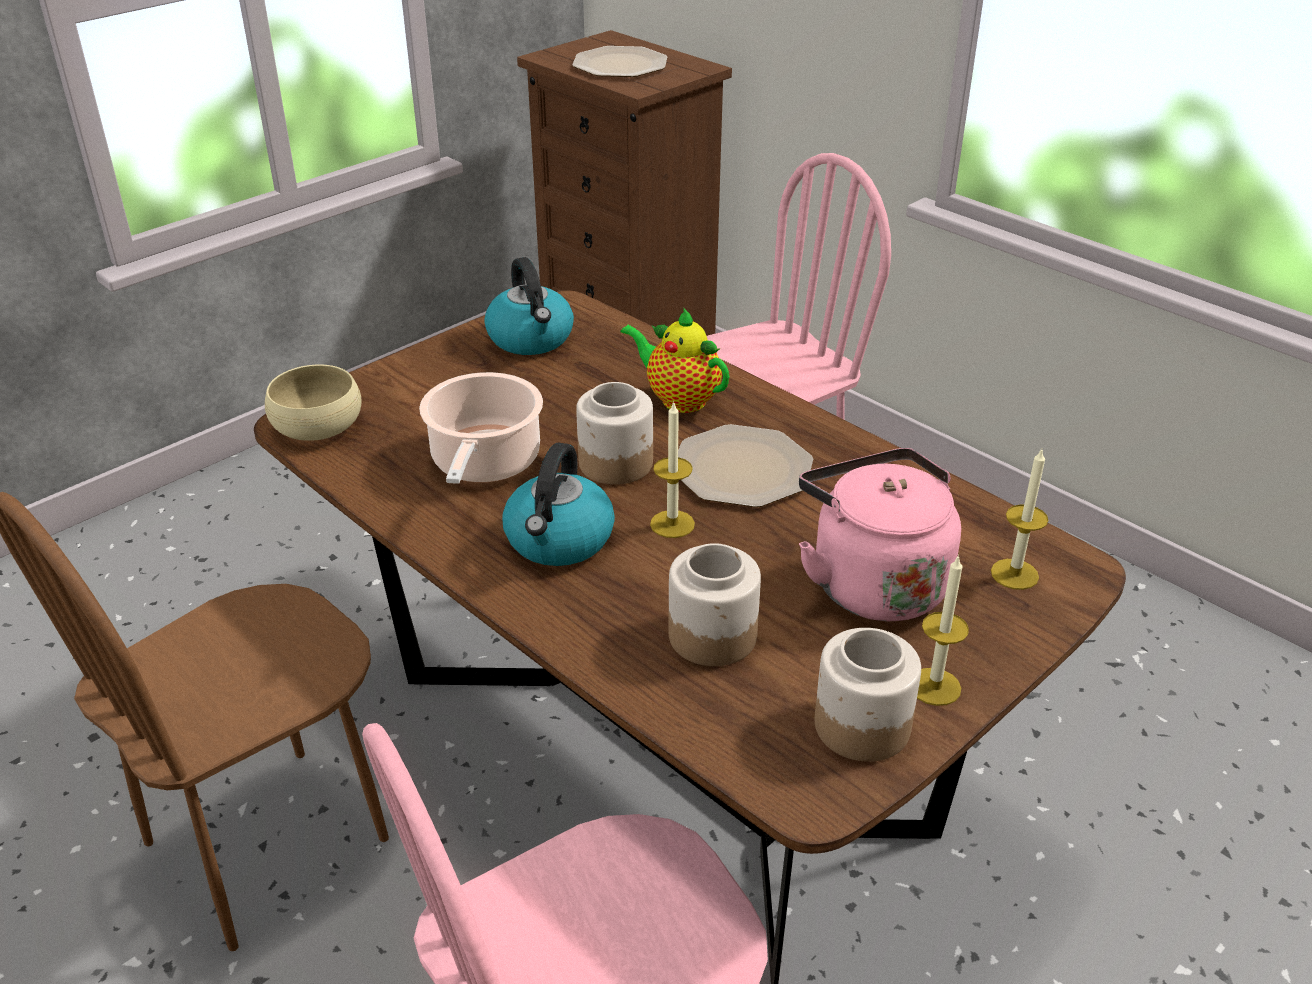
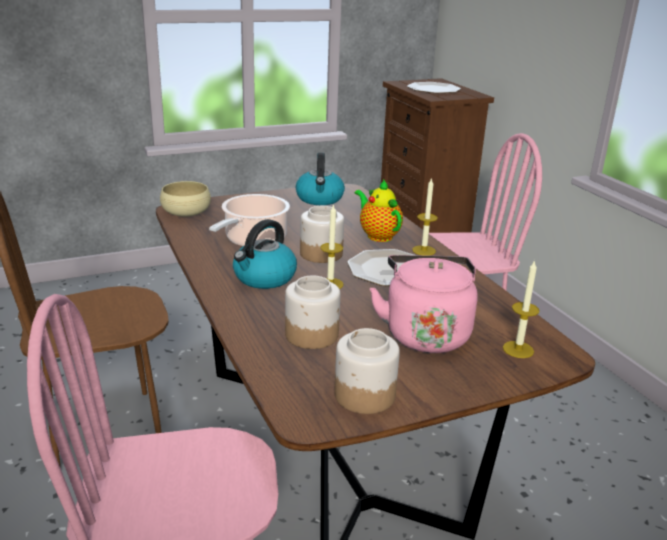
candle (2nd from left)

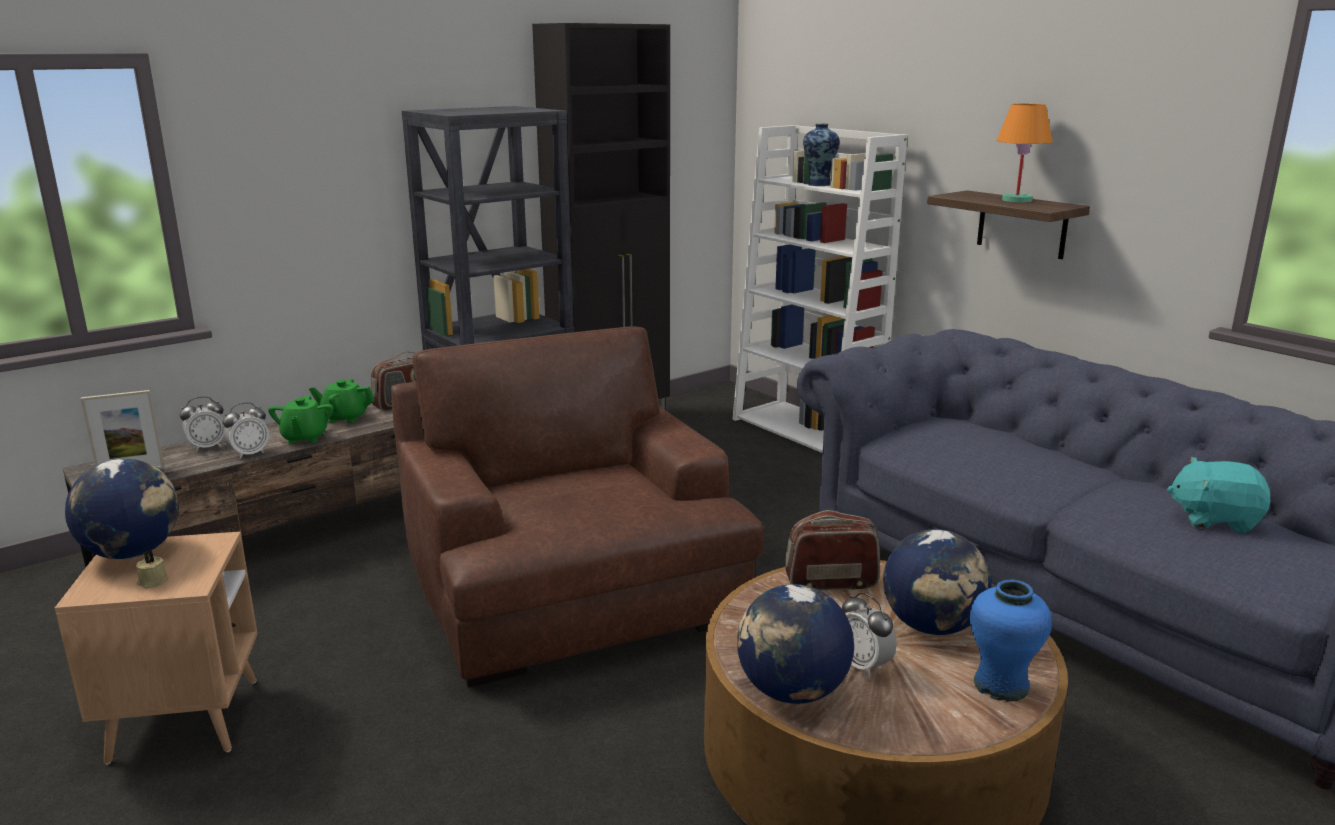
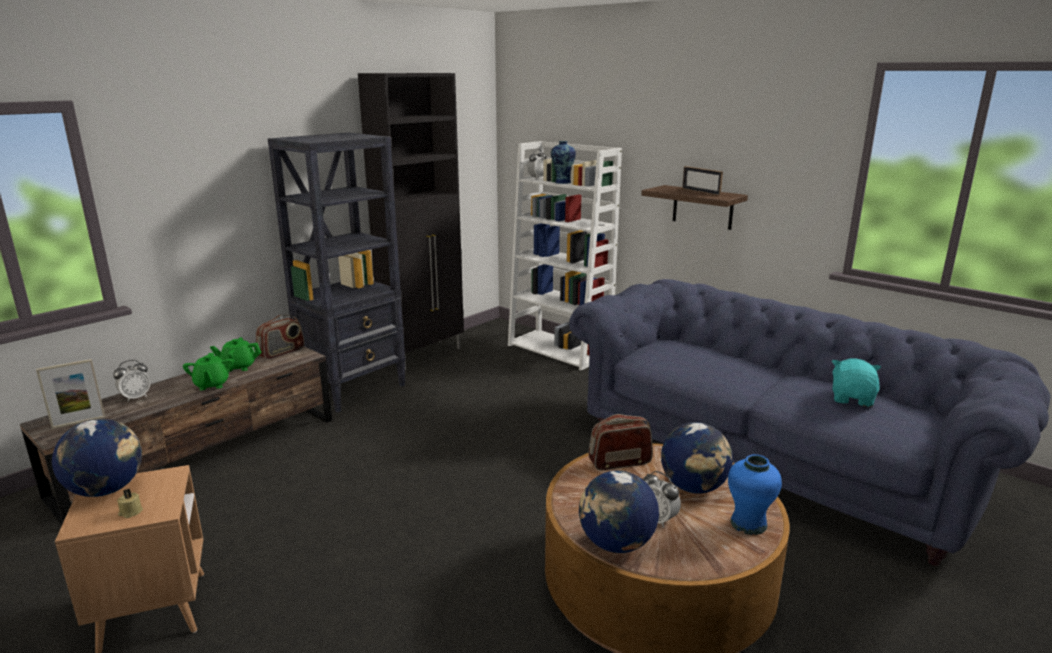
alarm clock (2nd from left)
picture frame (2nd from left)
turquoise plush toy
brown armchair

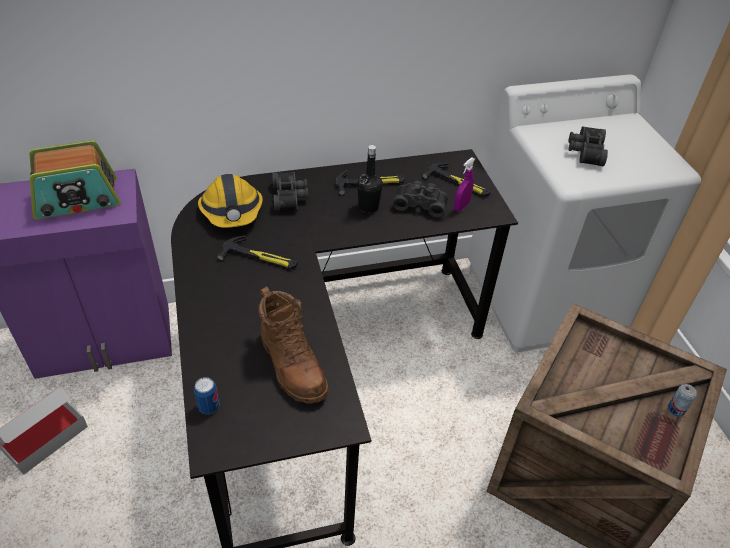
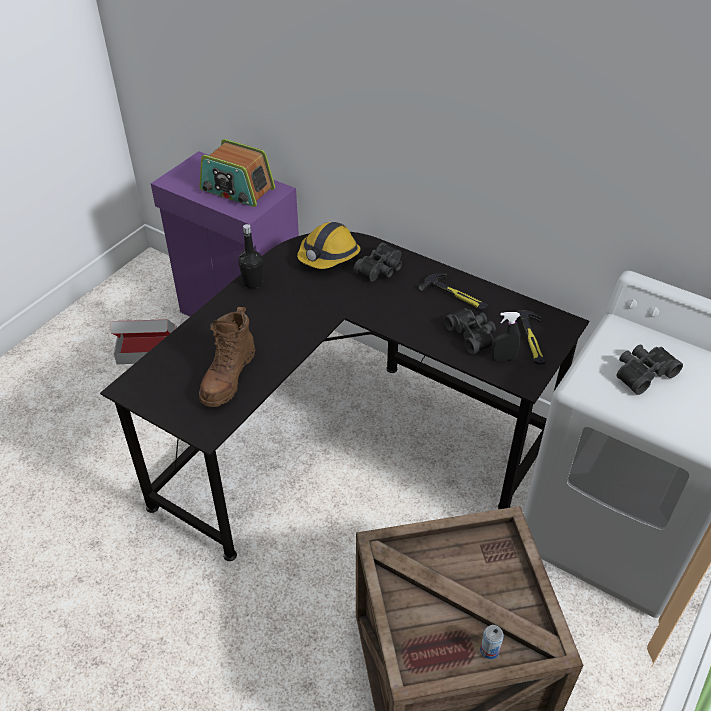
black bottle
black spray bottle
can (1st from left in the first image)
hammer (1st from left in the first image)

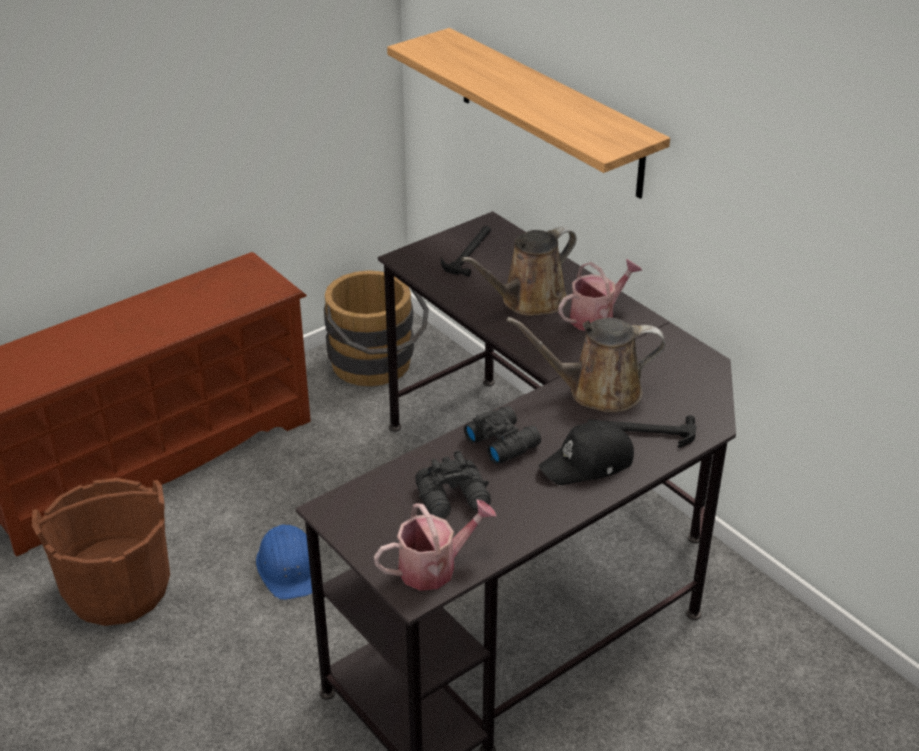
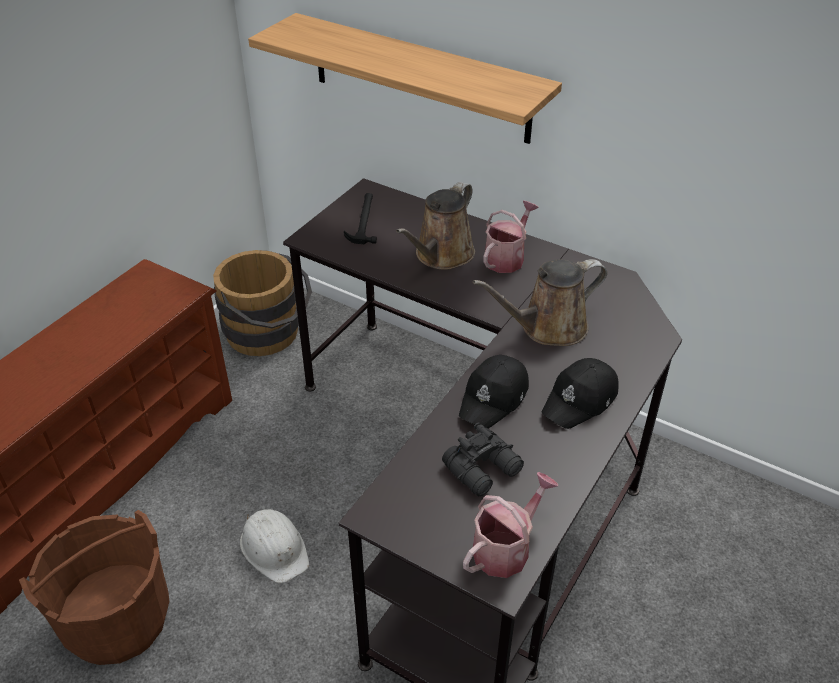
white hard hat
black cap (1st from left)
hammer (2nd from left in the first image)

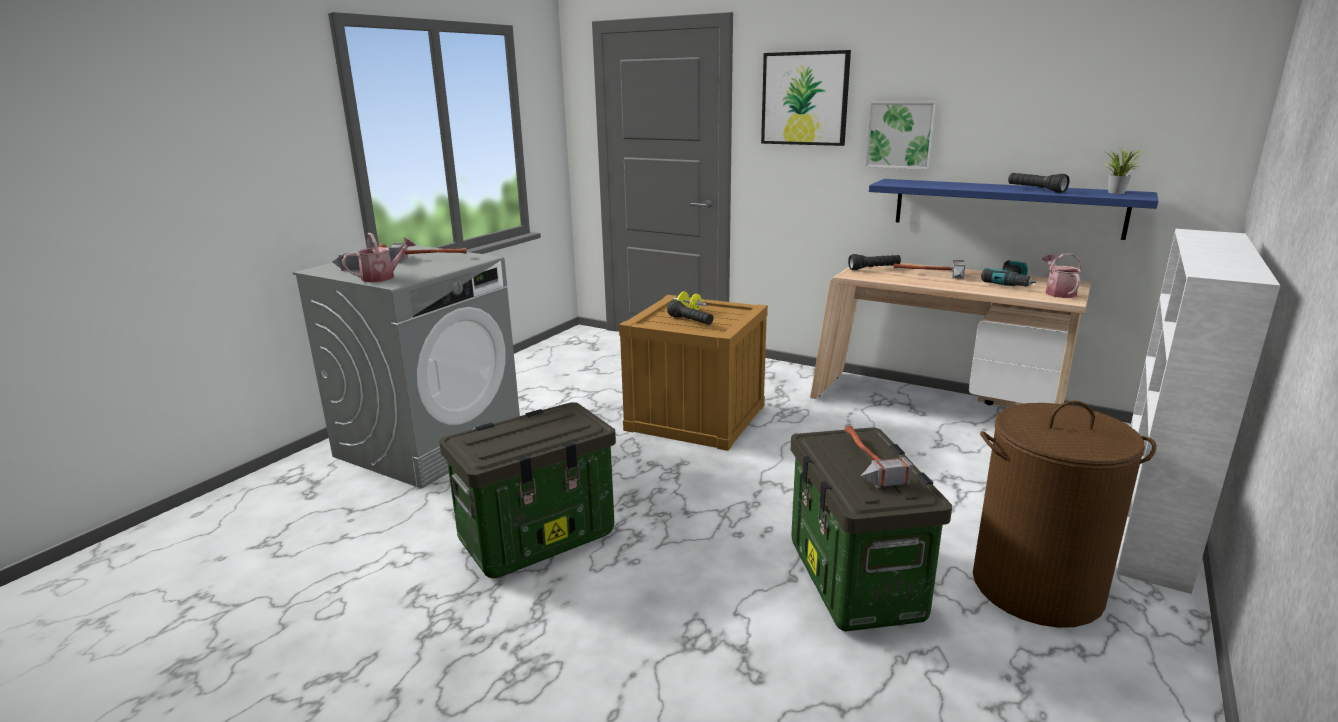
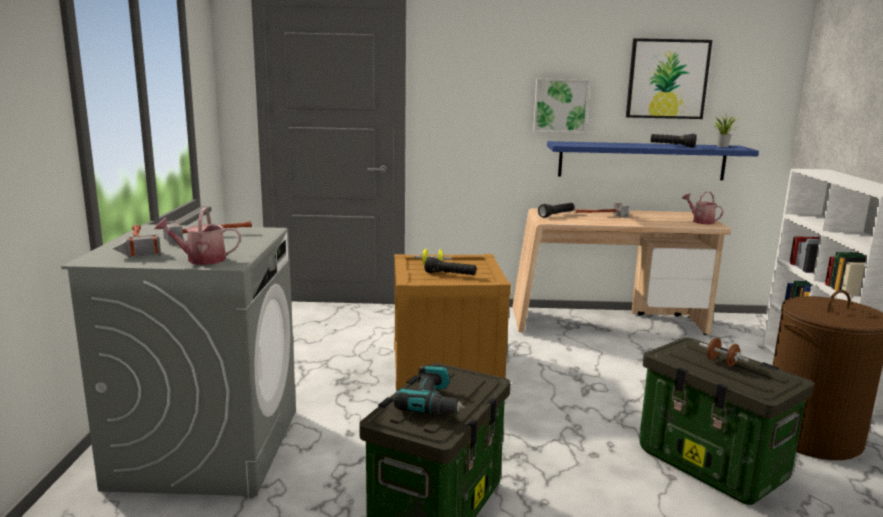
watering can (1st from left)
power drill
picture (2nd from left)
brown dumbbell

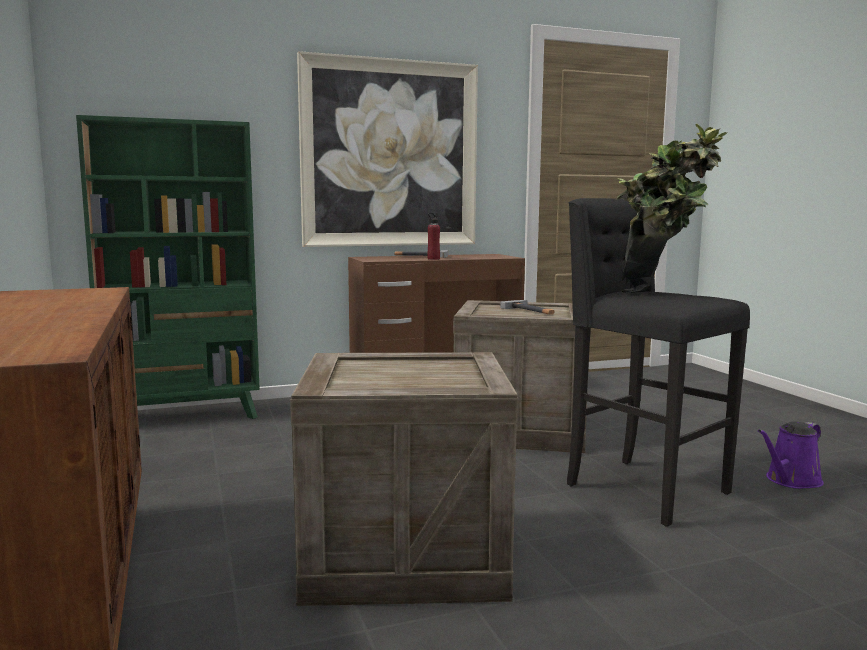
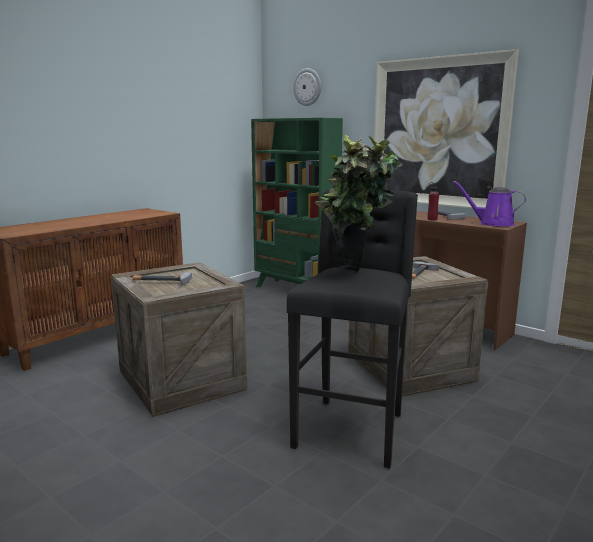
hammer (1st from left)
wall clock
purple watering can

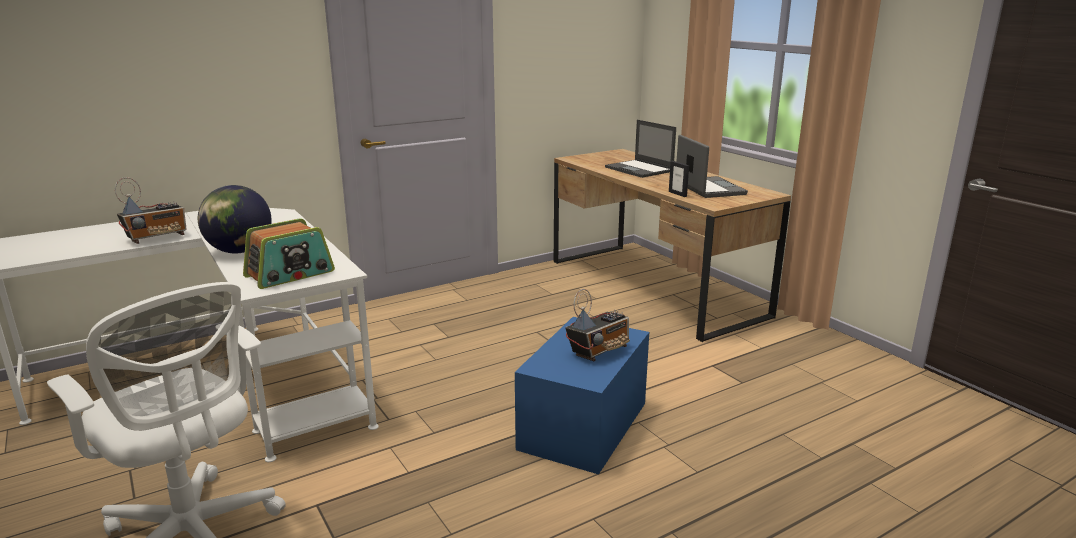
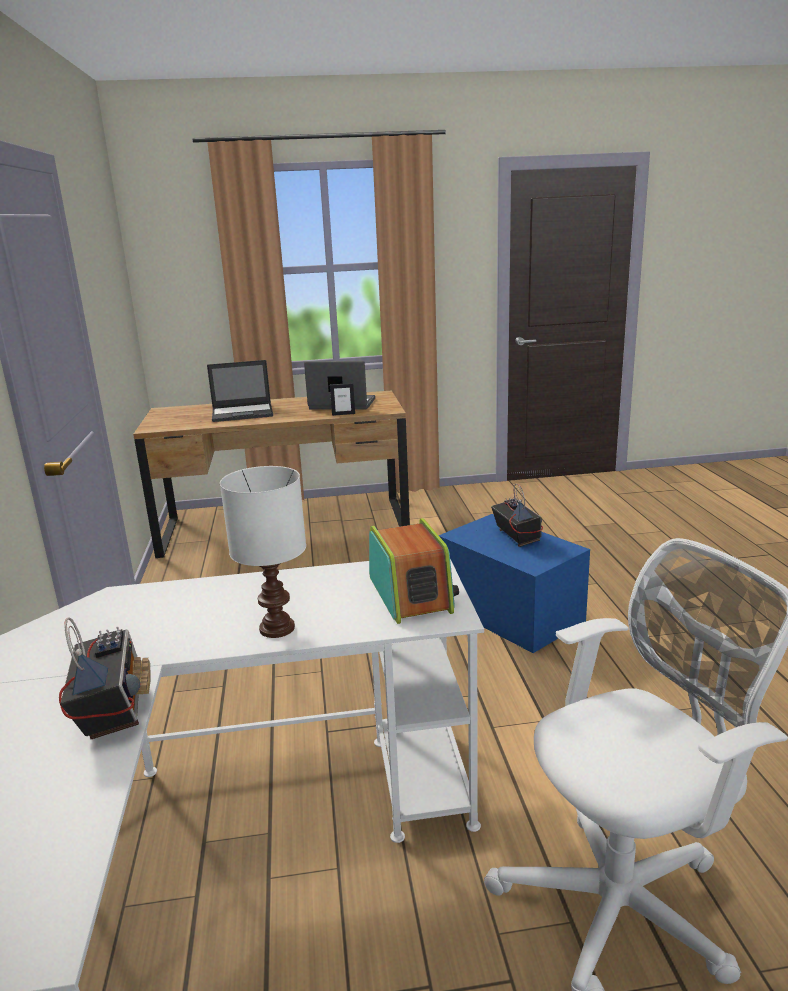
white table lamp

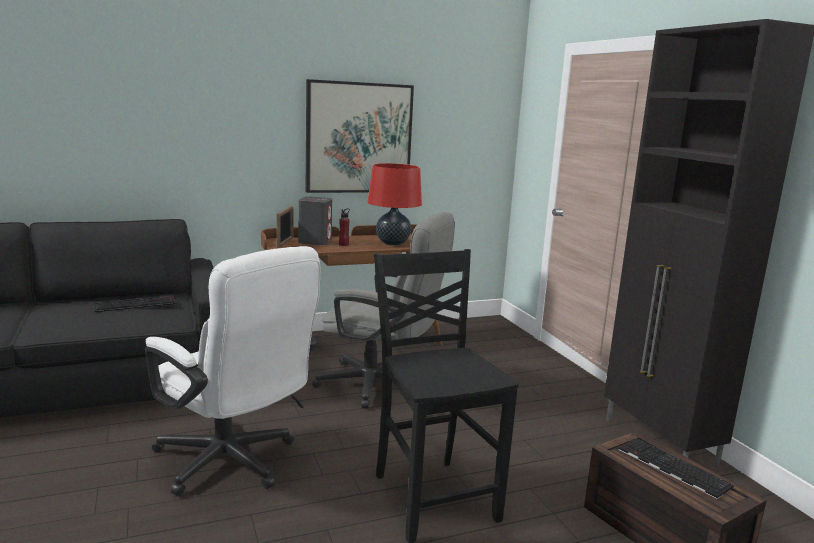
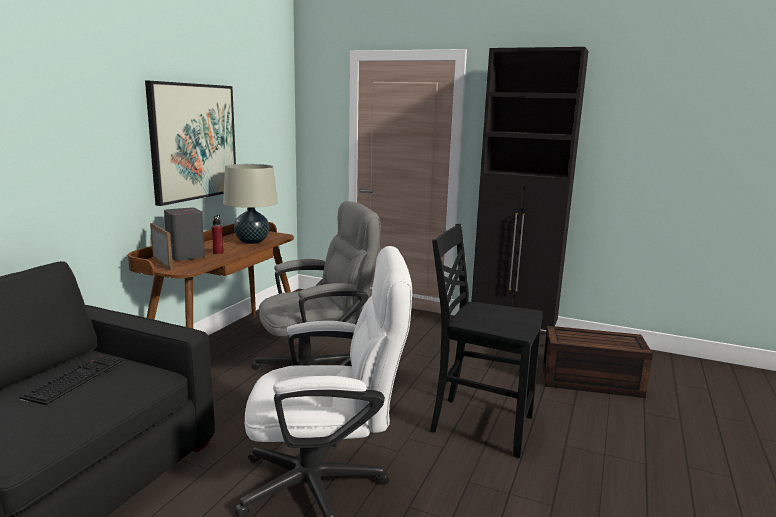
beige table lamp
keyboard (2nd from left in the first image)

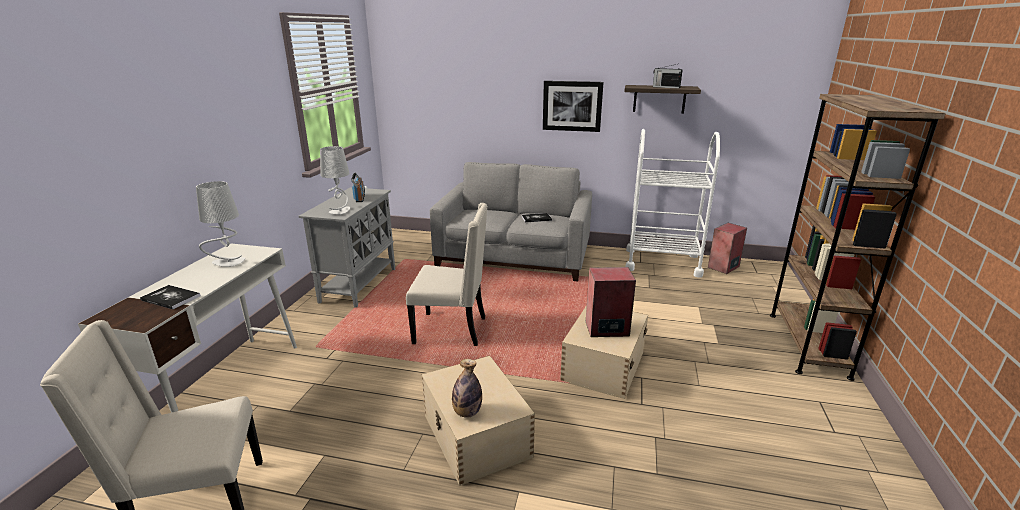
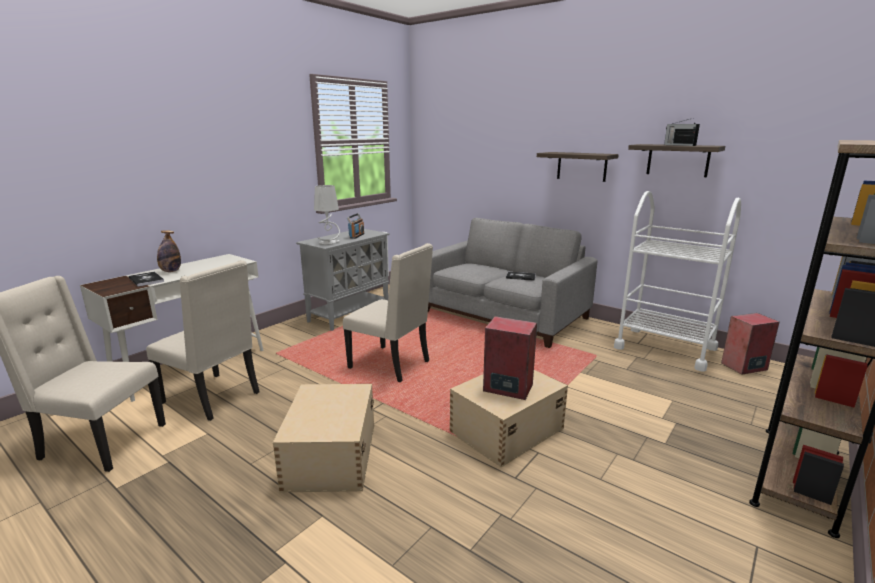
beige chair (2nd from left)
bottle
shelf (1st from left)
grey table lamp (1st from left in the first image)

